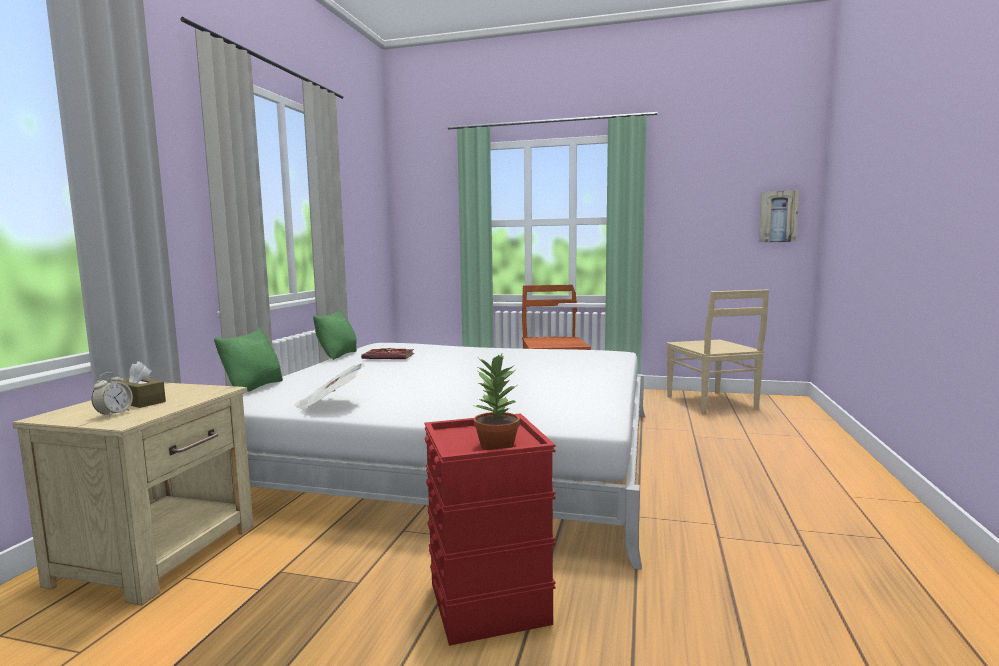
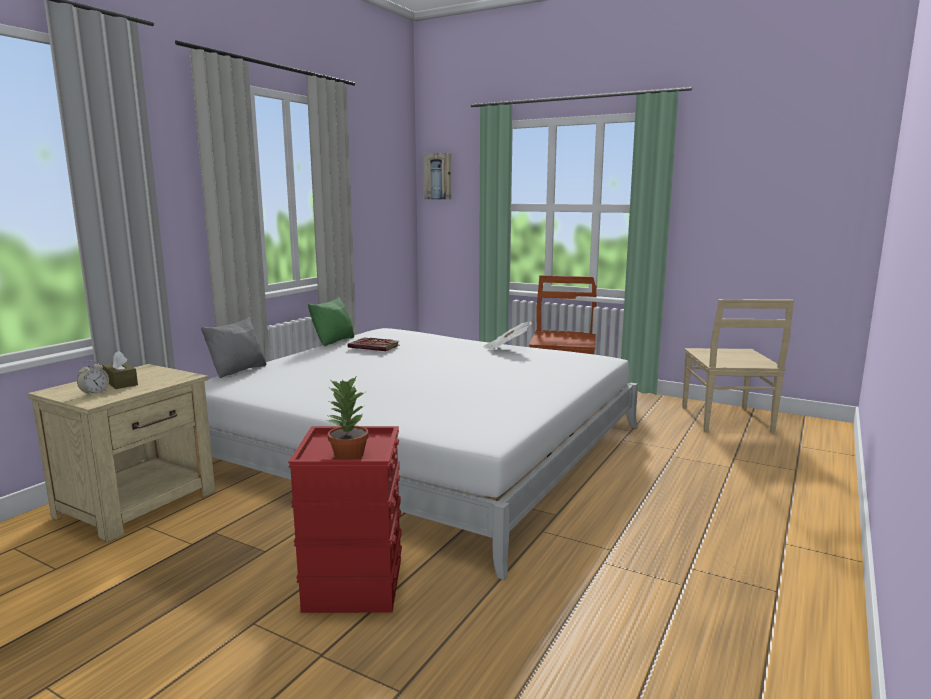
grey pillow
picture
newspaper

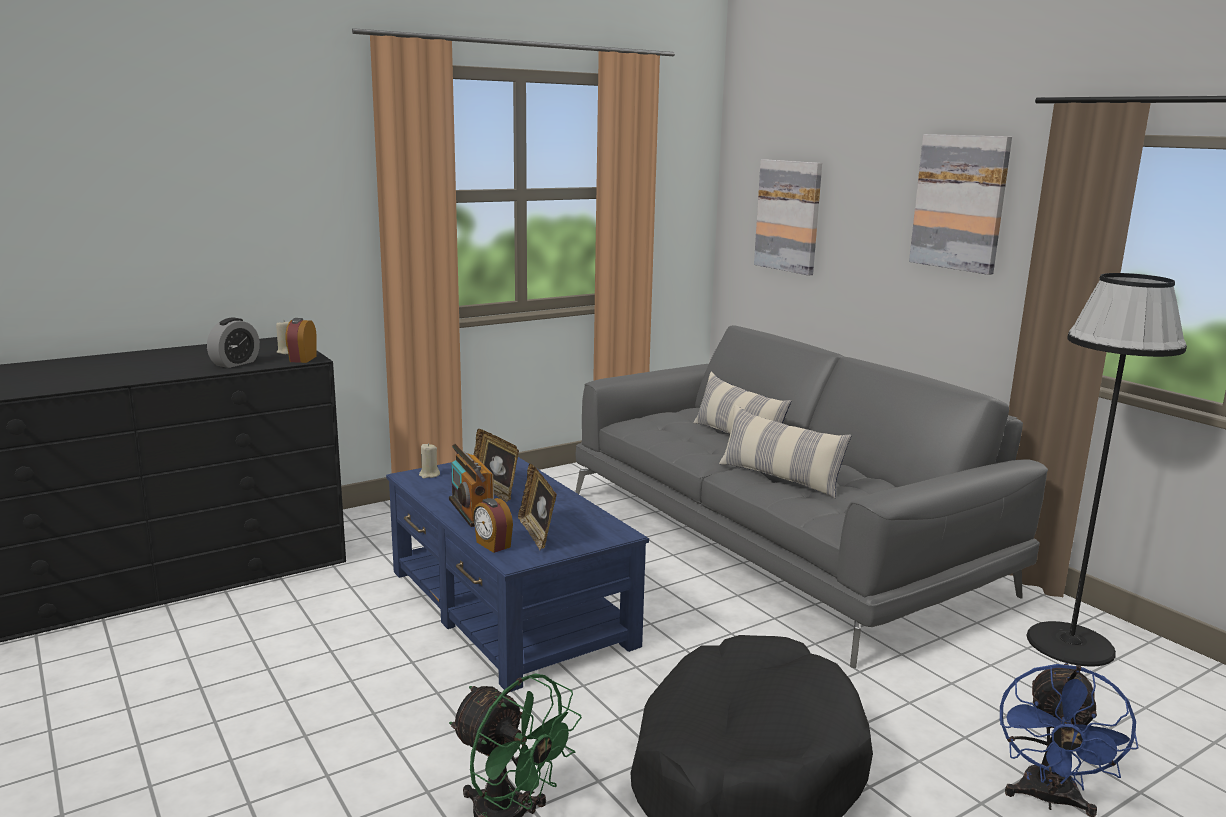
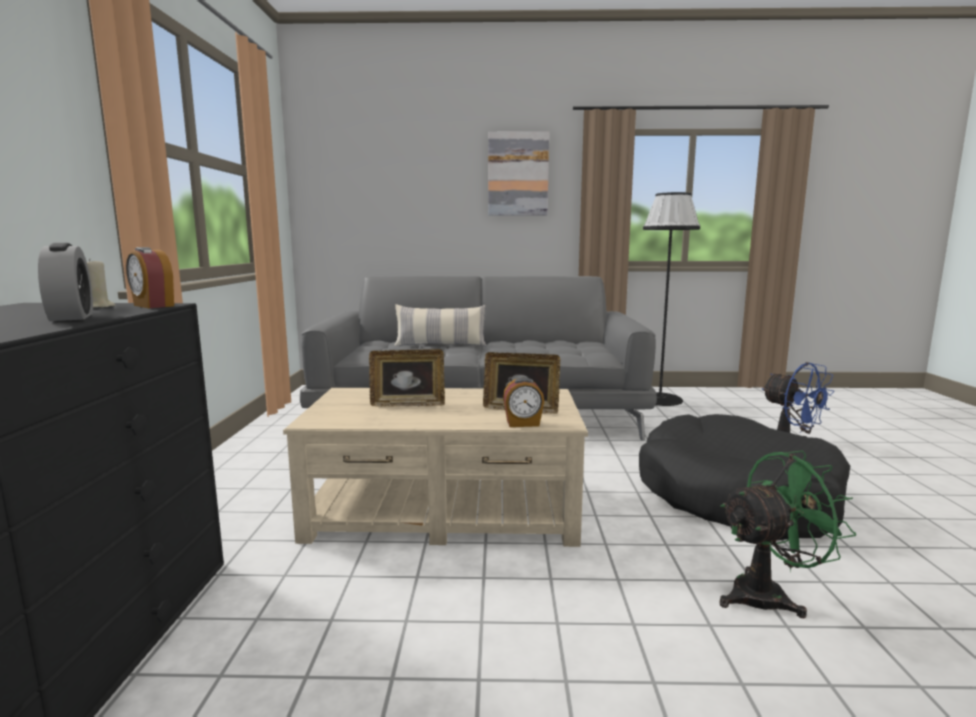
beige coffee table
beige candle (2nd from left in the first image)
radio
pillow (2nd from left in the first image)
picture (1st from left in the first image)

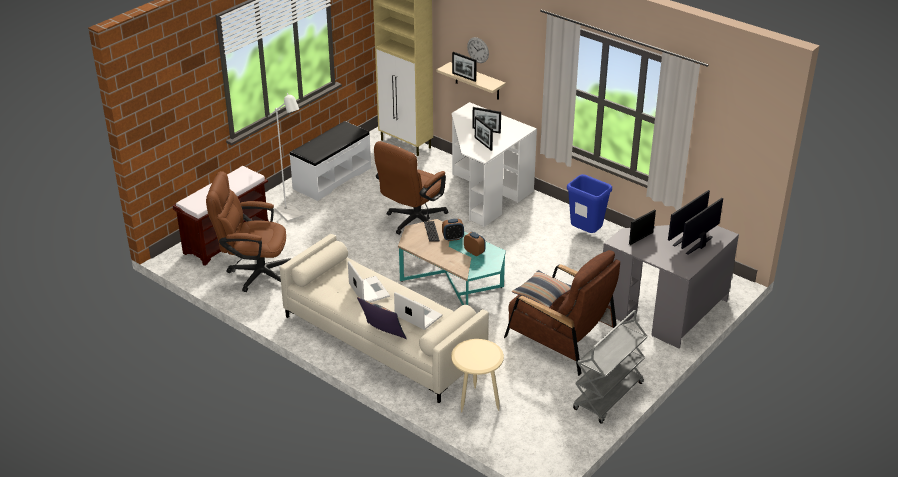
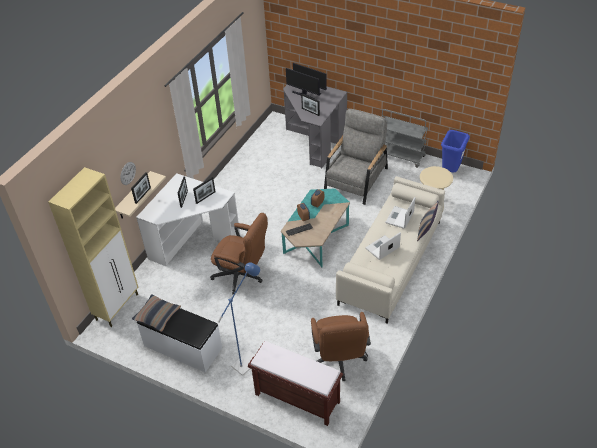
pillow (1st from left)
blue floor lamp
grey armchair
blue trash can

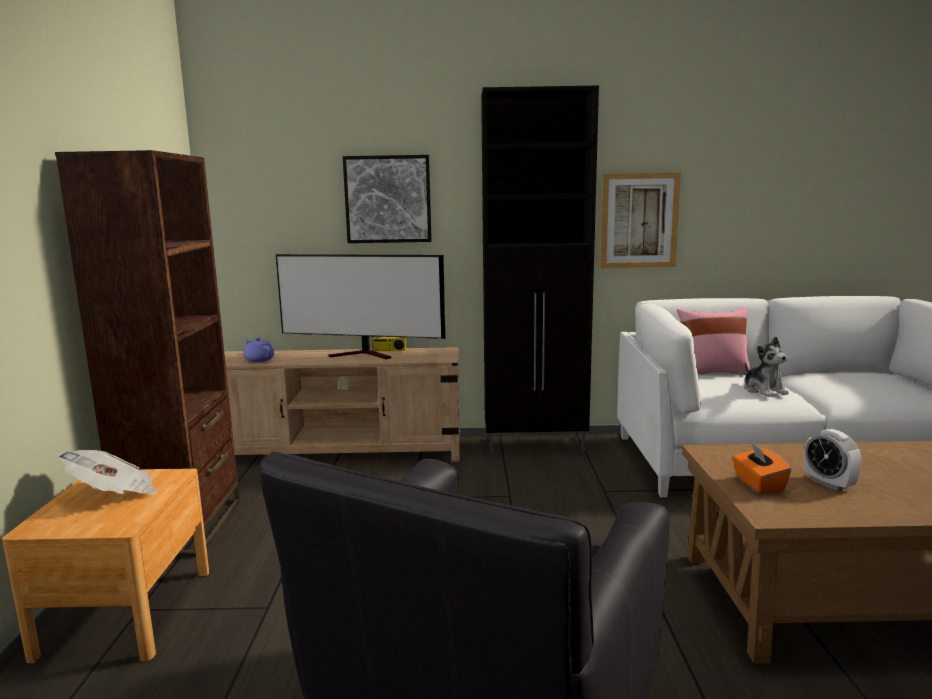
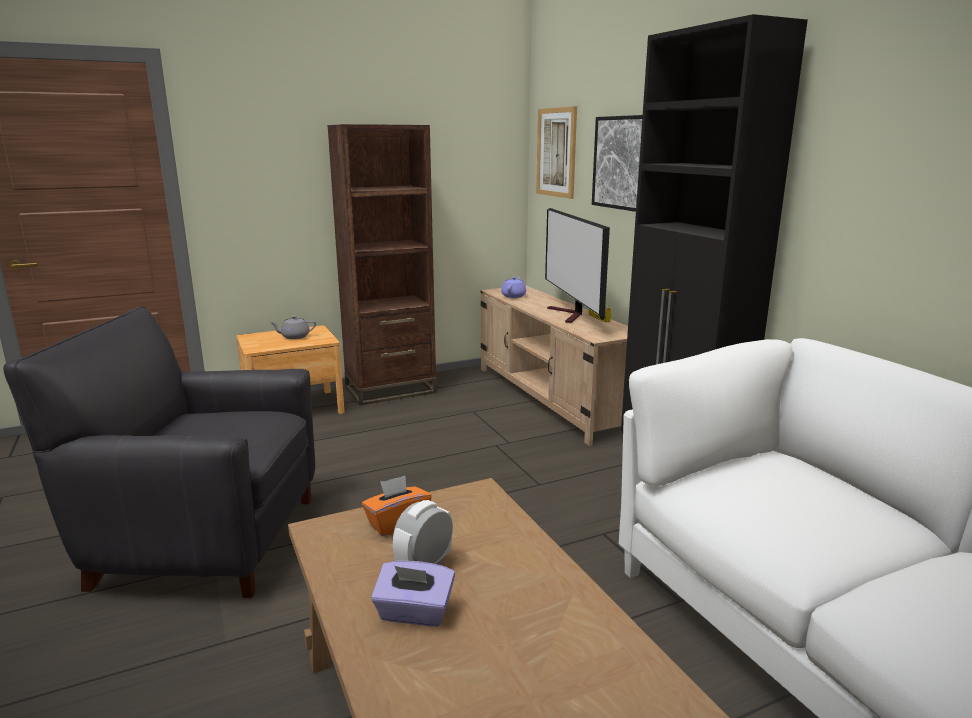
grey teapot
purple tissue box
picture (1st from left)
pink pillow
plush toy

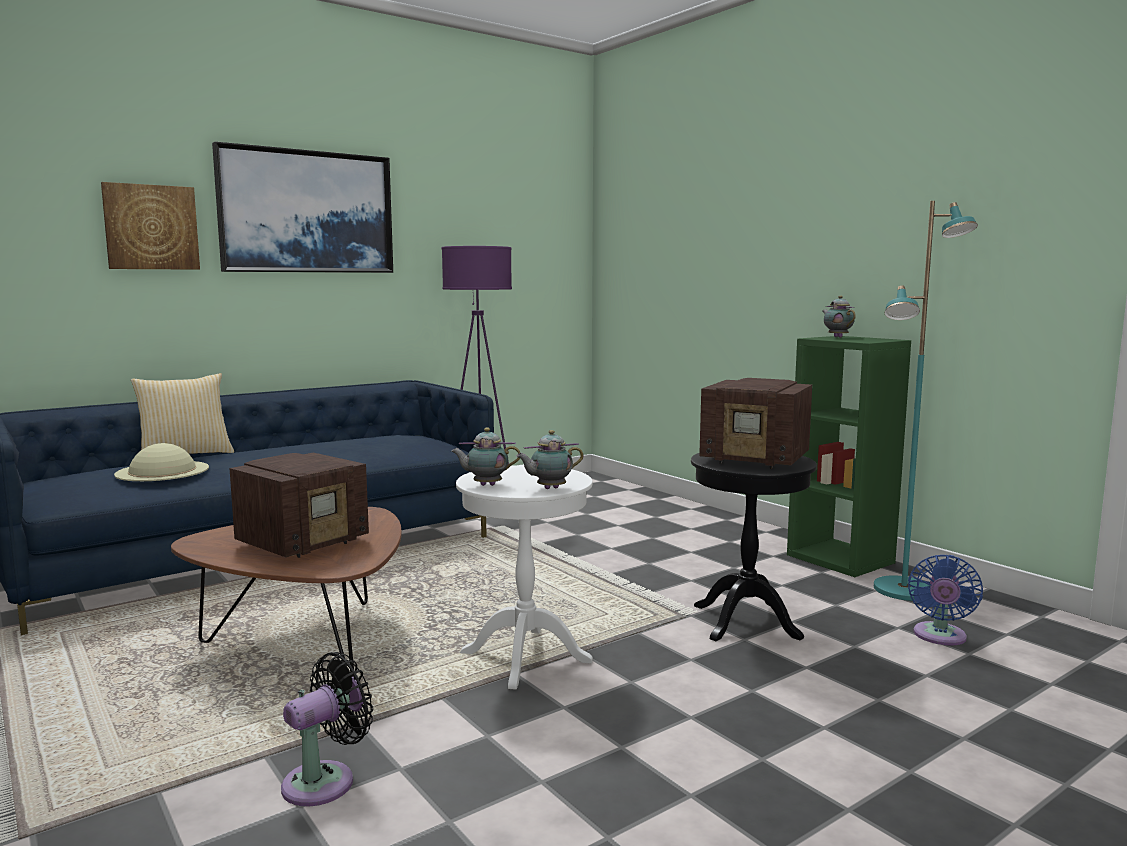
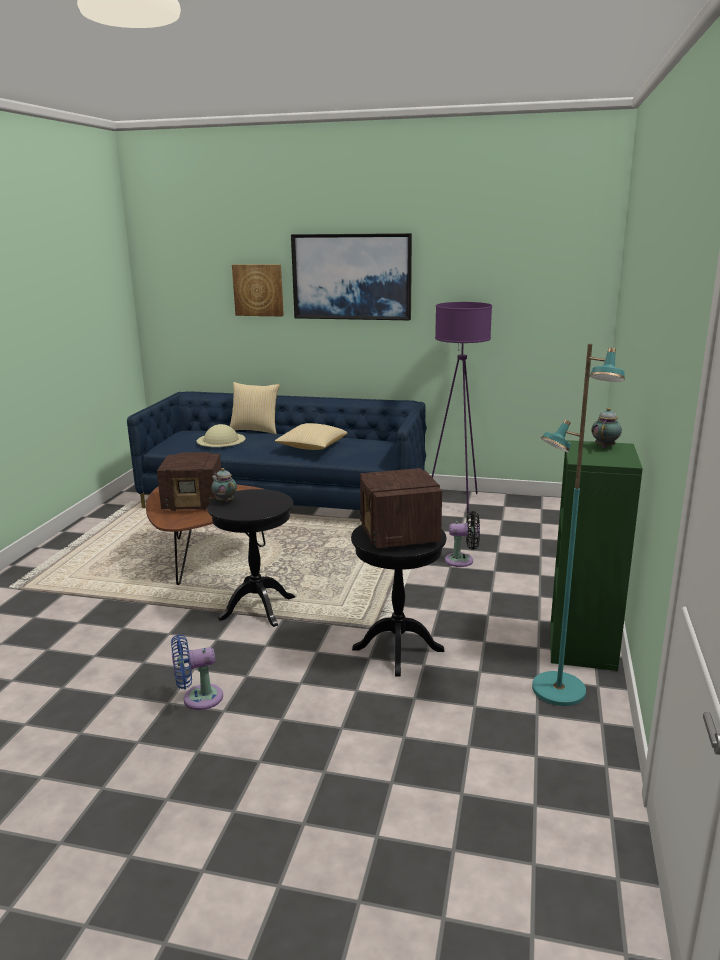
blue fan
black side table (1st from left)
pillow (2nd from left)
black fan
teapot (2nd from left in the first image)

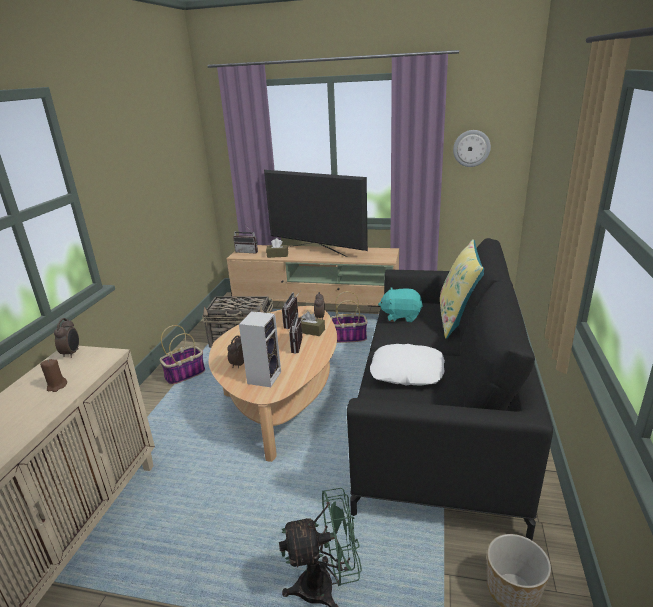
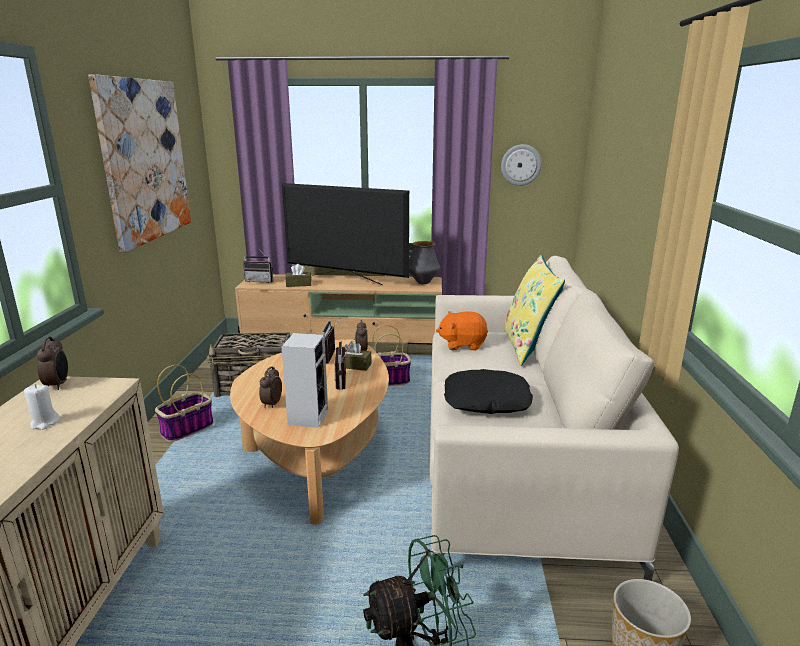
white candle
picture
vase
beige sofa
orange plush toy
black pillow

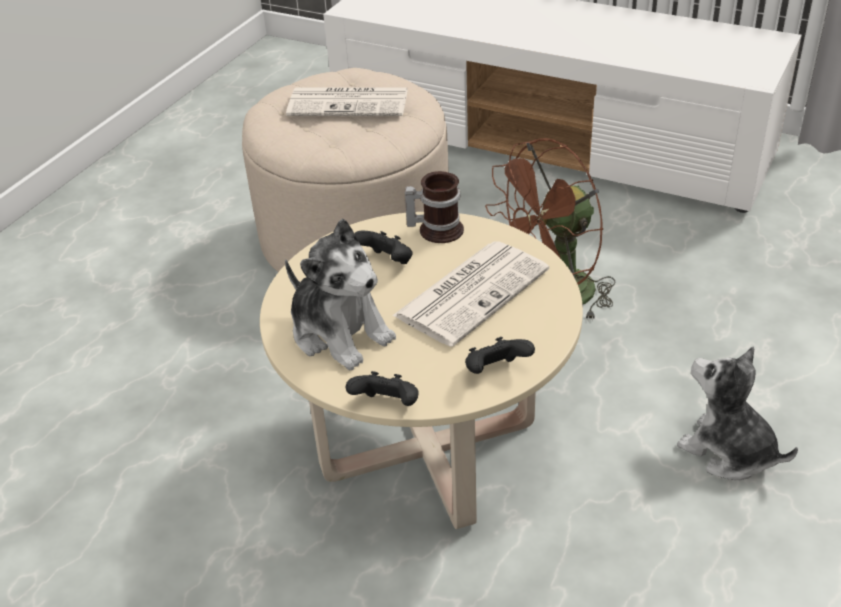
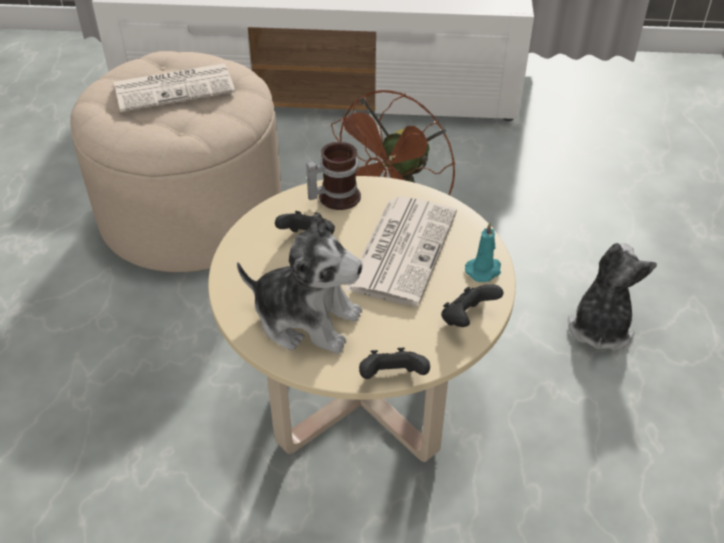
turquoise candle
plush toy (2nd from left)

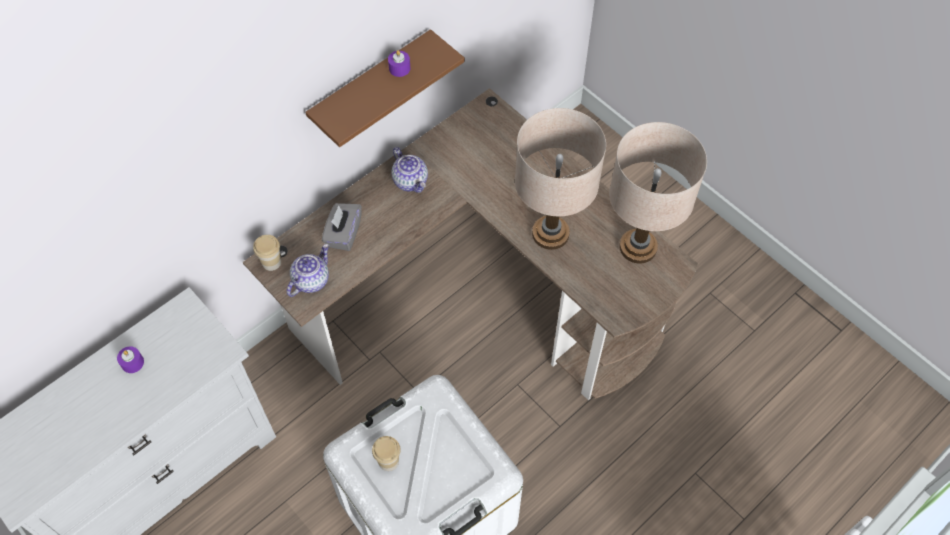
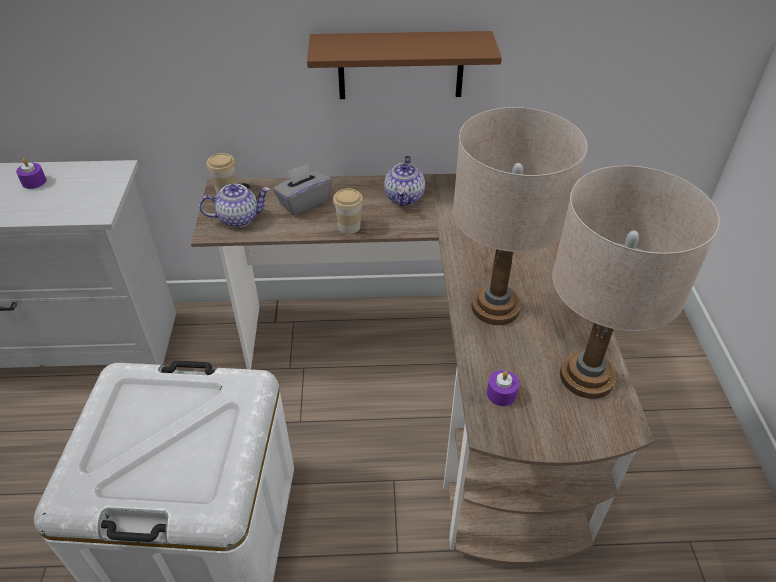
cup (2nd from left)
purple candle (2nd from left)

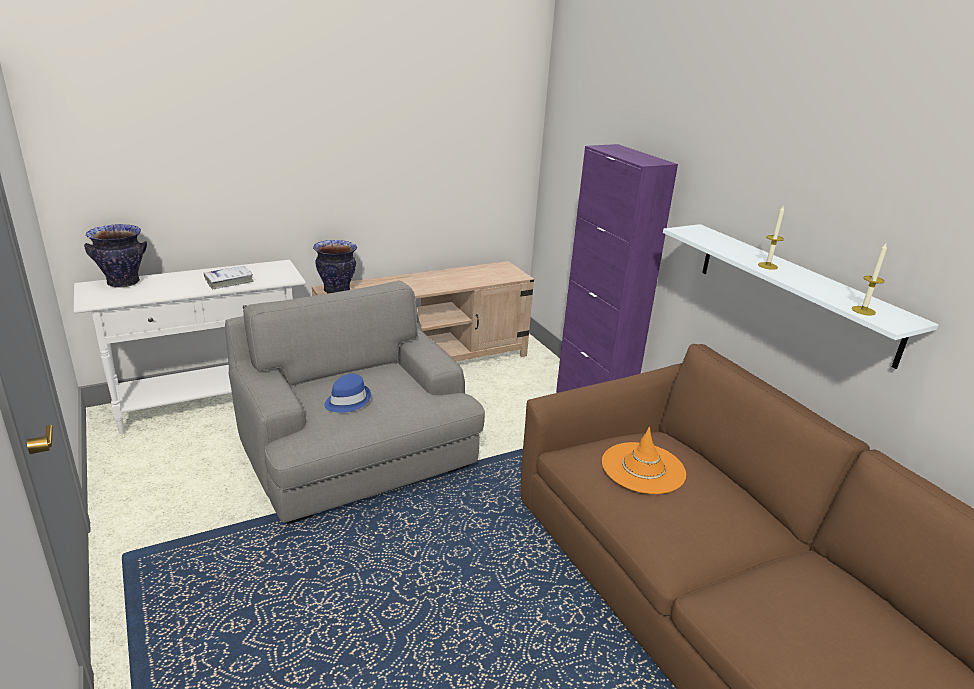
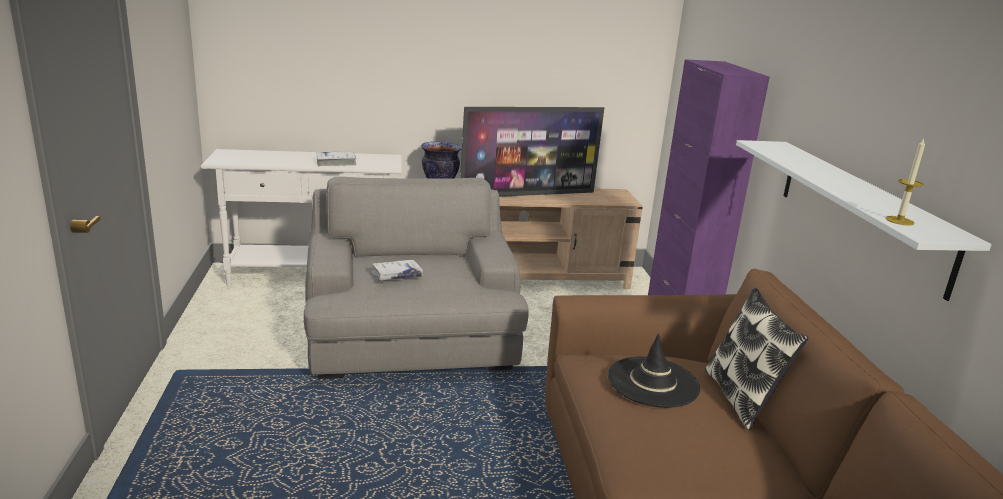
white book (2nd from left)
television
black hat
pillow
vase (1st from left in the first image)
candle (1st from left in the first image)

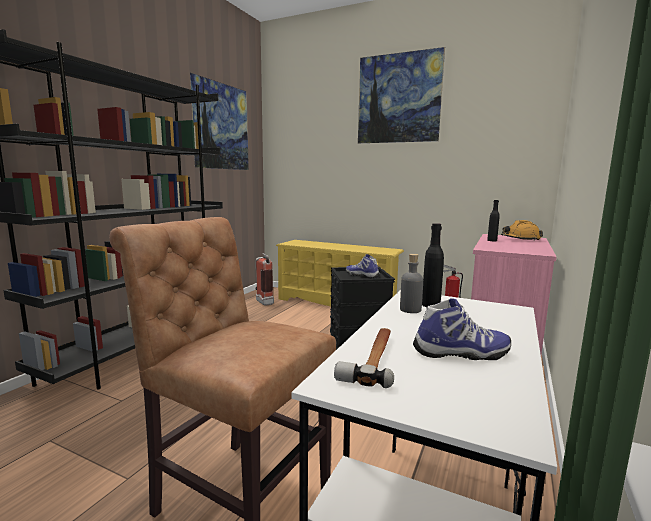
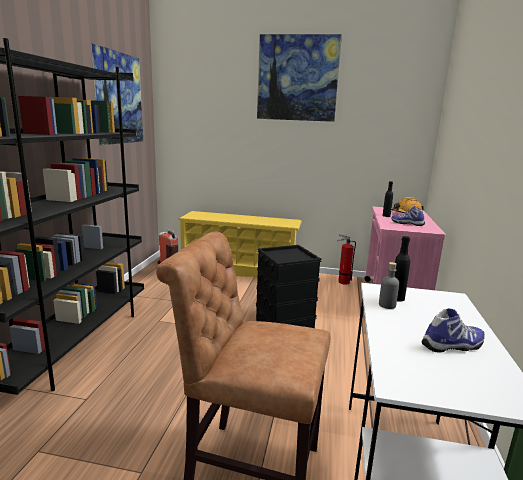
shoe (1st from left)
hammer

